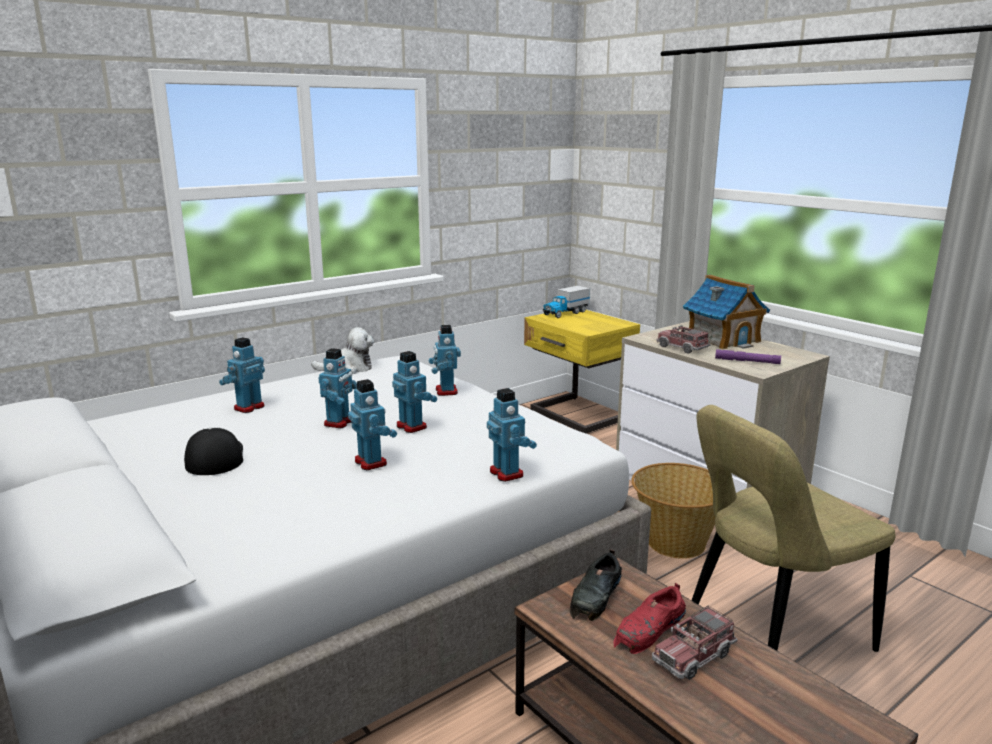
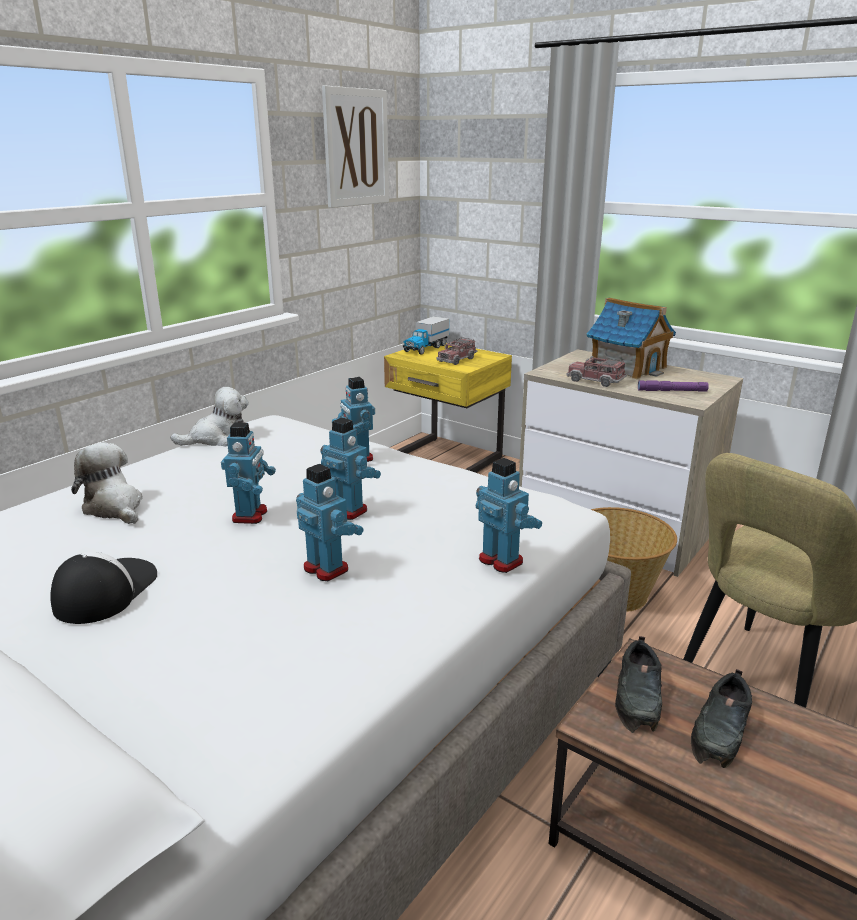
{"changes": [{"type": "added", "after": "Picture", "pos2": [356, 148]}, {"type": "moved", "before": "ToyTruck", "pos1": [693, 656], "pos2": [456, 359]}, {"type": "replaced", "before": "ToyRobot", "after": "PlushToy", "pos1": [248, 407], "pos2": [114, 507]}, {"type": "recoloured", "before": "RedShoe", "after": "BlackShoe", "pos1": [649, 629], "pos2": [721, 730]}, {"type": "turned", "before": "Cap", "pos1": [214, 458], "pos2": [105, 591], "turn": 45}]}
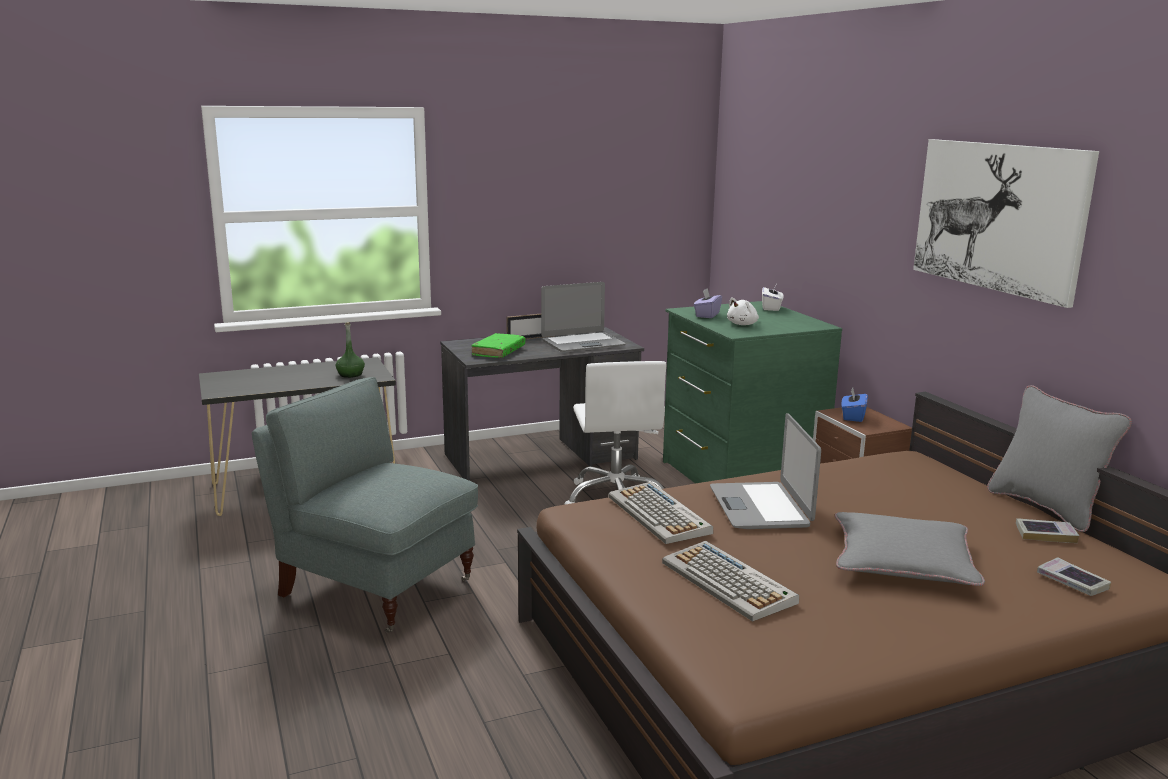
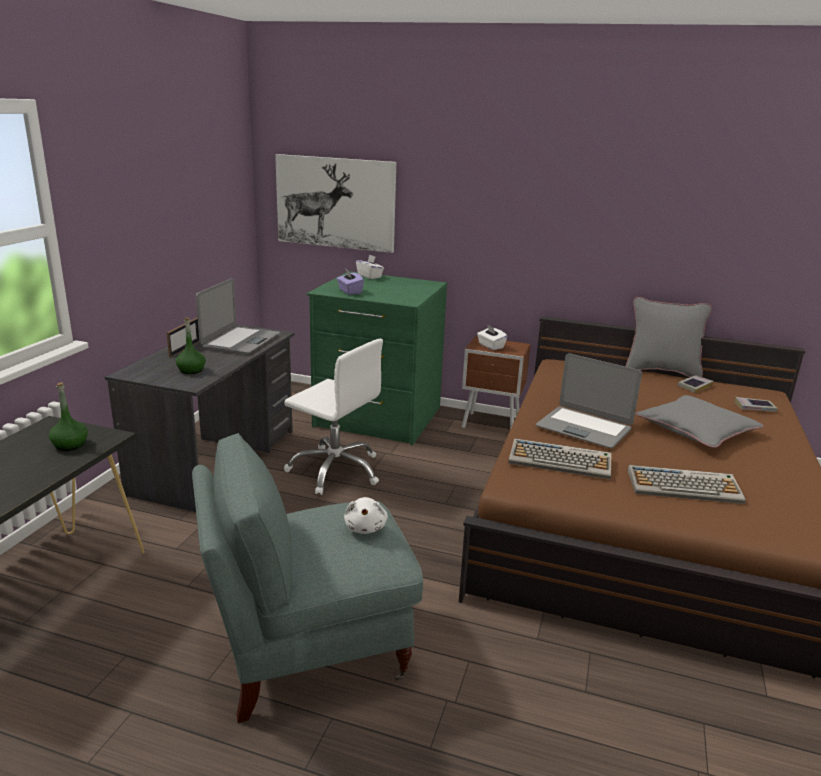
{"changes": [{"type": "moved", "before": "WhitePlushToy", "pos1": [743, 324], "pos2": [365, 527]}, {"type": "moved", "before": "Picture", "pos1": [998, 217], "pos2": [335, 203]}, {"type": "replaced", "before": "GreenBook", "after": "GreenBottle", "pos1": [498, 352], "pos2": [191, 370]}, {"type": "recoloured", "before": "BlueTissueBox", "after": "WhiteTissueBox", "pos1": [852, 416], "pos2": [490, 346]}]}
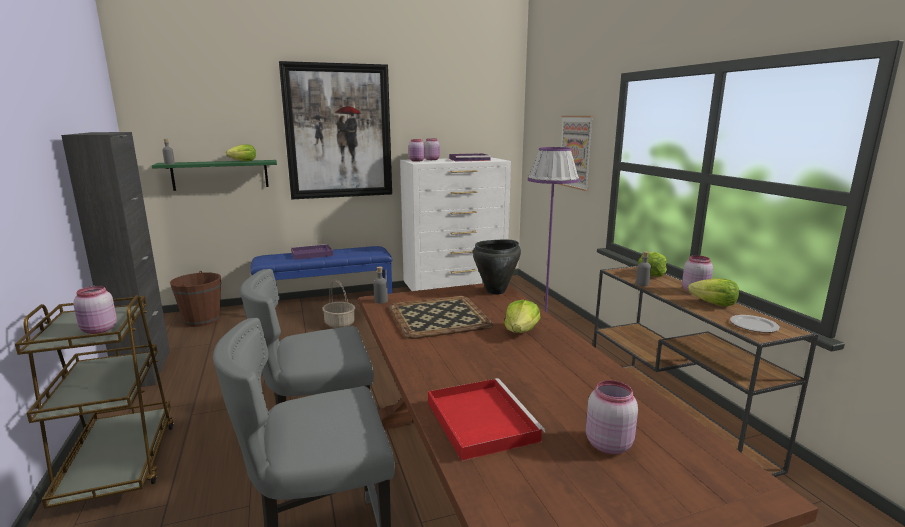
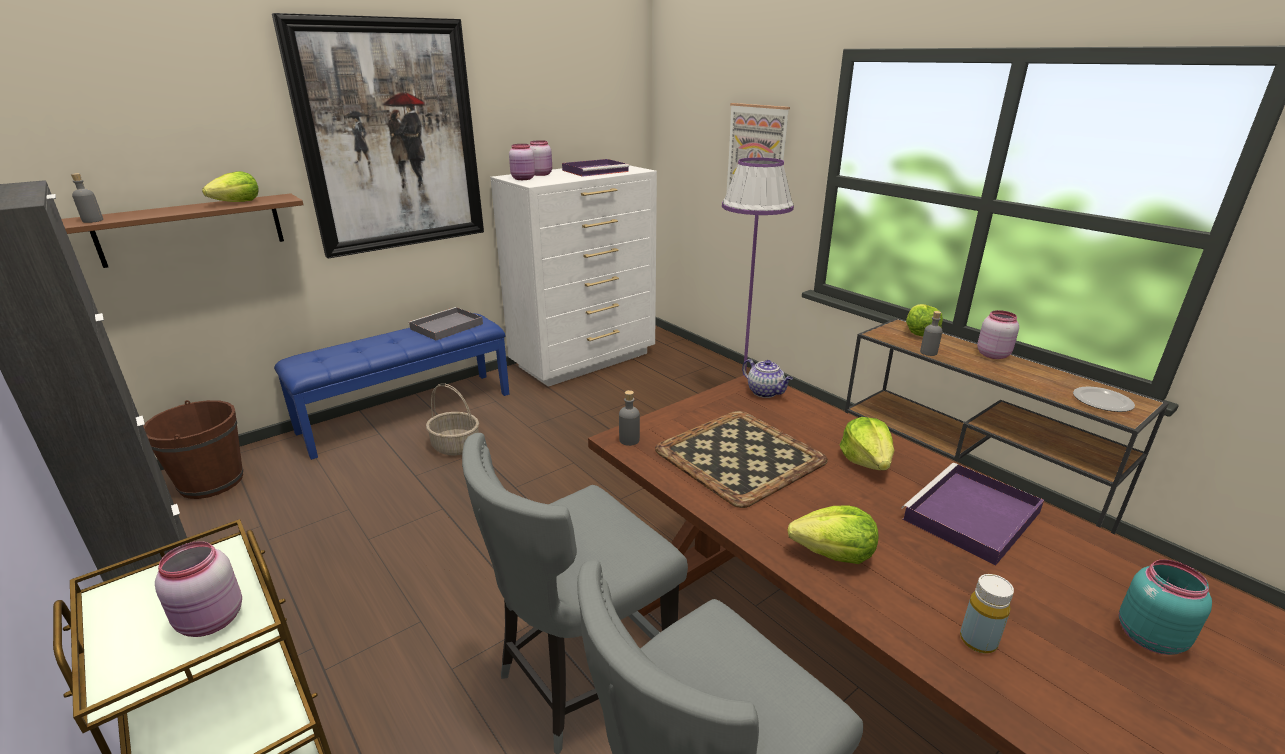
{"changes": [{"type": "added", "after": "GreyTray", "pos2": [445, 327]}, {"type": "moved", "before": "PurpleTray", "pos1": [311, 254], "pos2": [971, 517]}, {"type": "moved", "before": "Lettuce", "pos1": [714, 304], "pos2": [834, 554]}, {"type": "replaced", "before": "RedTray", "after": "YellowBottle", "pos1": [479, 420], "pos2": [978, 641]}, {"type": "replaced", "before": "BlackCookingPot", "after": "Teapot", "pos1": [496, 291], "pos2": [766, 392]}, {"type": "recoloured", "before": "GreenShelf", "after": "BrownShelf", "pos1": [220, 175], "pos2": [192, 229]}, {"type": "recoloured", "before": "PinkJar", "after": "TurquoiseJar", "pos1": [607, 443], "pos2": [1147, 636]}]}
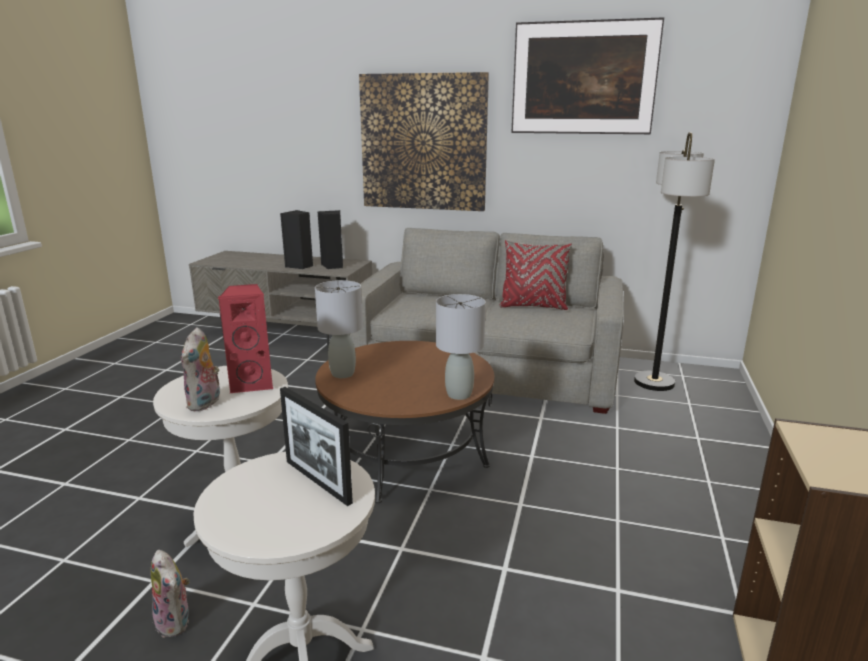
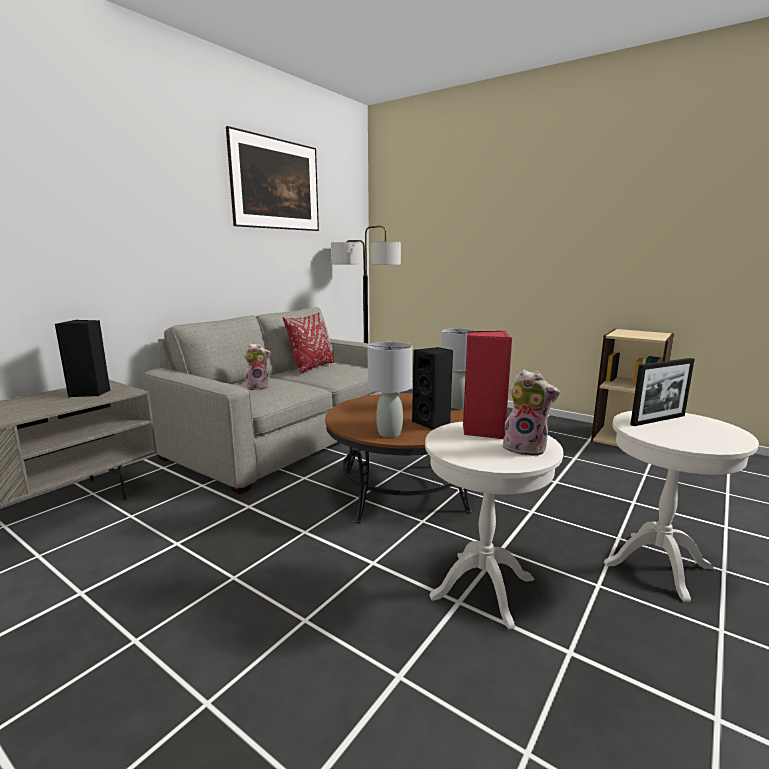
{"changes": [{"type": "removed", "before": "Picture", "pos1": [423, 143]}, {"type": "moved", "before": "PlushToy", "pos1": [176, 621], "pos2": [257, 387]}, {"type": "moved", "before": "BlackSpeaker", "pos1": [300, 266], "pos2": [433, 423]}]}
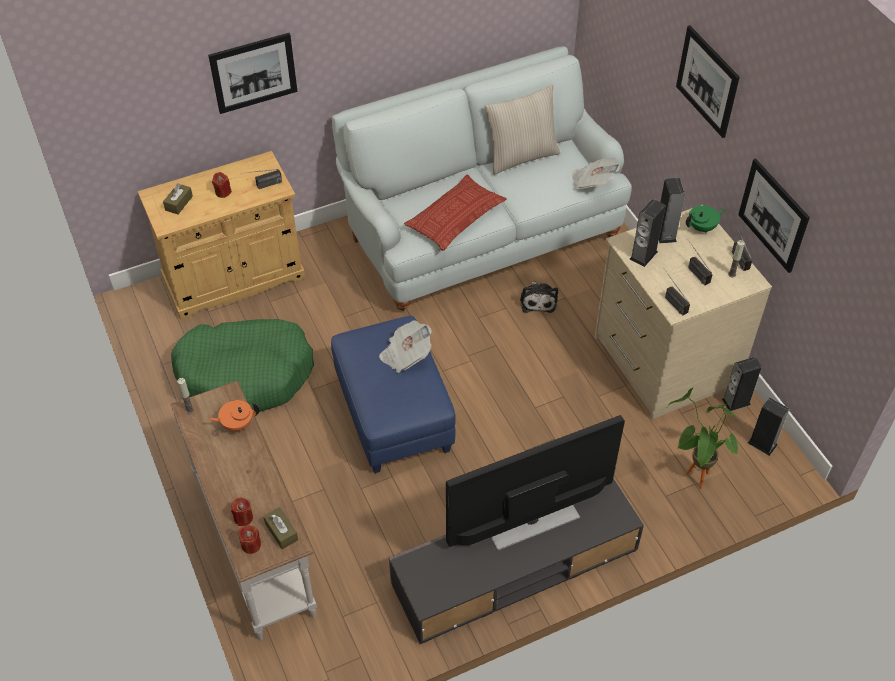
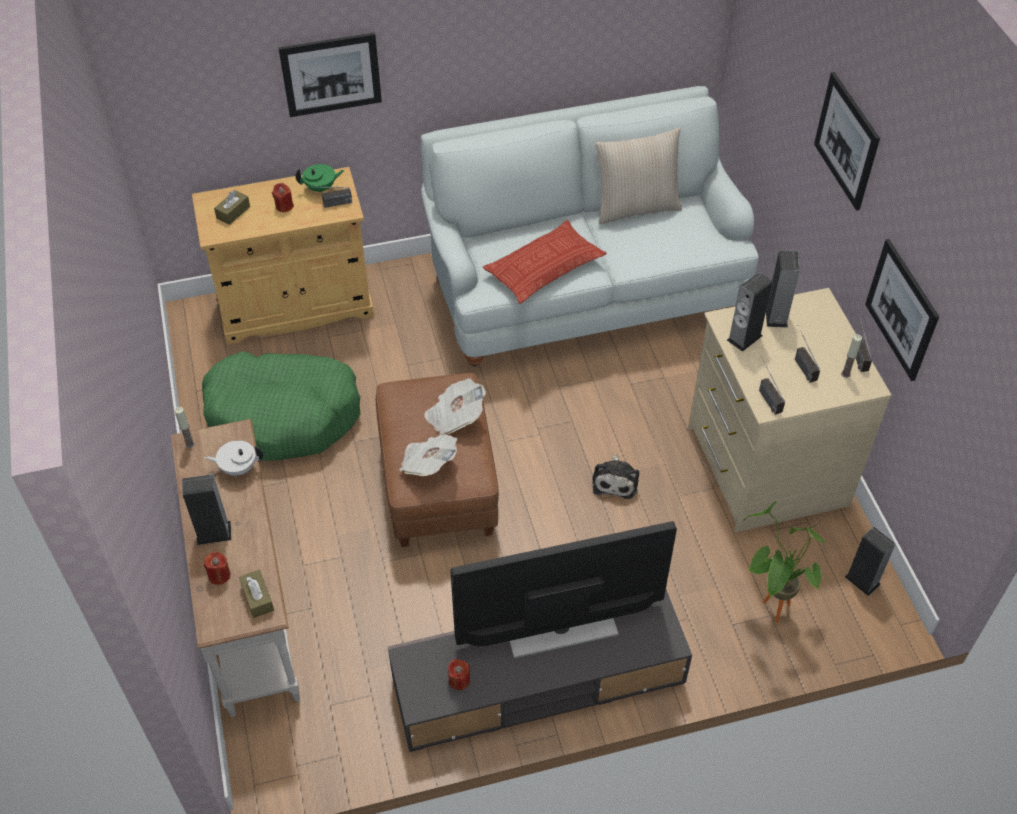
{"changes": [{"type": "moved", "before": "RedCandle", "pos1": [251, 545], "pos2": [459, 680]}, {"type": "moved", "before": "PlushToy", "pos1": [538, 300], "pos2": [615, 480]}, {"type": "moved", "before": "Newspaper", "pos1": [592, 182], "pos2": [428, 464]}, {"type": "moved", "before": "GreenTeapot", "pos1": [702, 227], "pos2": [321, 188]}, {"type": "moved", "before": "Speaker", "pos1": [736, 401], "pos2": [214, 533]}, {"type": "recoloured", "before": "OrangeTeapot", "after": "WhiteTeapot", "pos1": [237, 424], "pos2": [238, 467]}, {"type": "recoloured", "before": "BlueOttoman", "after": "BrownOttoman", "pos1": [393, 415], "pos2": [437, 484]}]}
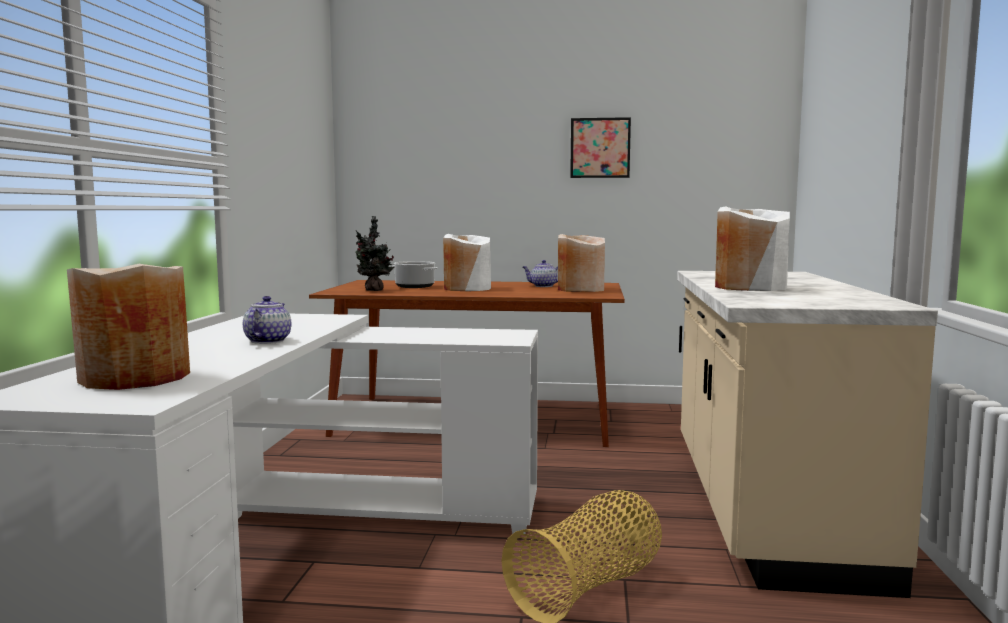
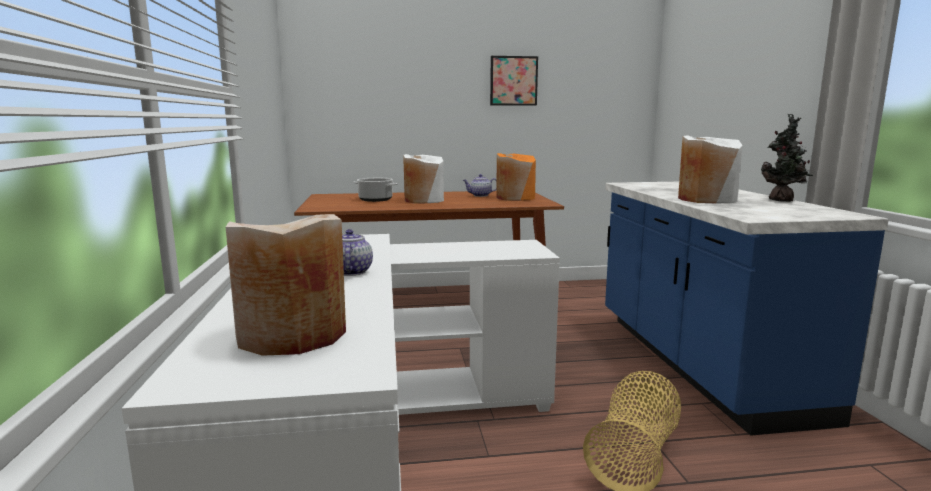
{"changes": [{"type": "moved", "before": "PottedPlant", "pos1": [373, 290], "pos2": [783, 201]}, {"type": "recoloured", "before": "BeigeVase", "after": "OrangeVase", "pos1": [580, 289], "pos2": [515, 198]}, {"type": "recoloured", "before": "BeigeCounter", "after": "BlueCounter", "pos1": [764, 508], "pos2": [698, 363]}]}
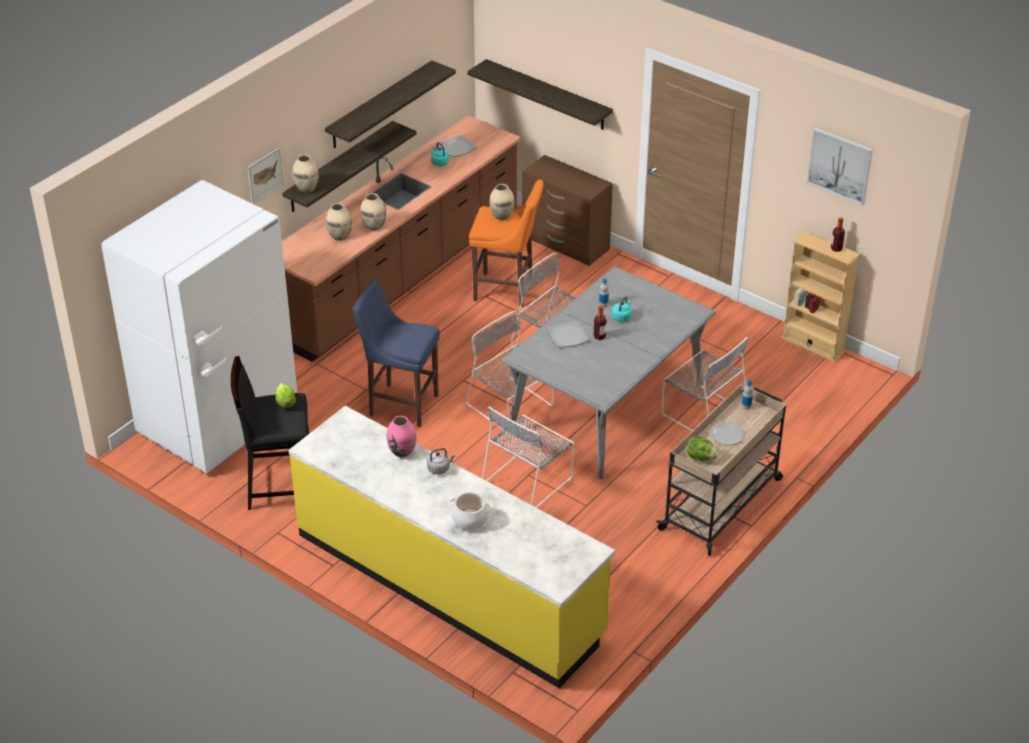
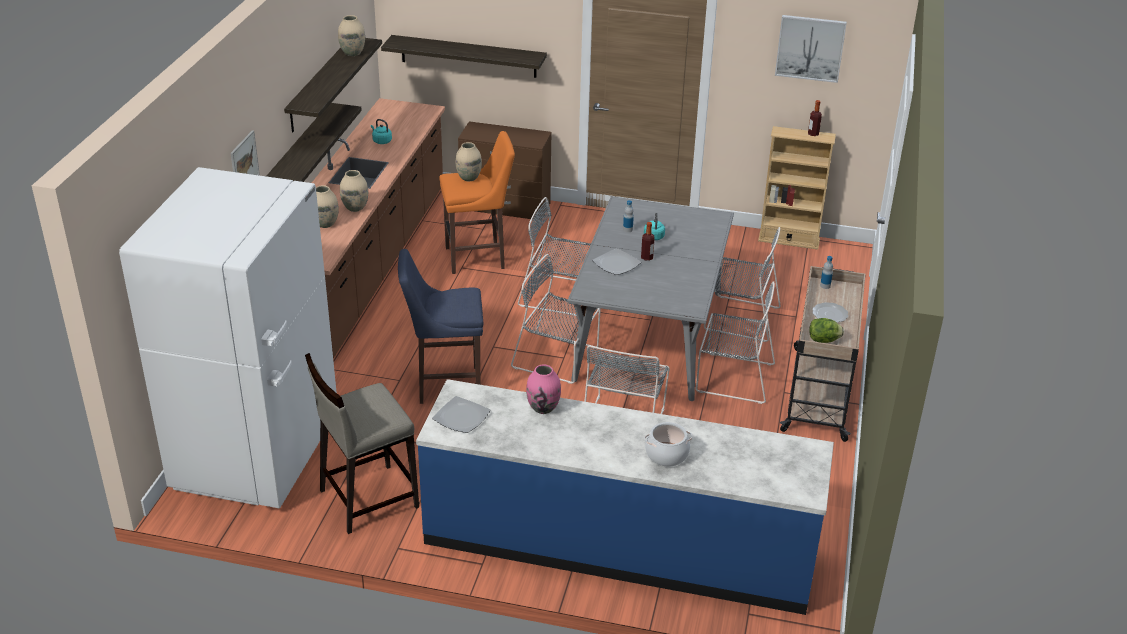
{"changes": [{"type": "removed", "before": "Lettuce", "pos1": [285, 403]}, {"type": "removed", "before": "GreyKettle", "pos1": [439, 468]}, {"type": "added", "after": "GreyChair", "pos2": [732, 377]}, {"type": "moved", "before": "BeigeVase", "pos1": [306, 188], "pos2": [352, 53]}, {"type": "moved", "before": "Plate", "pos1": [456, 148], "pos2": [461, 417]}, {"type": "recoloured", "before": "BlackStool", "after": "BeigeStool", "pos1": [279, 485], "pos2": [367, 498]}, {"type": "recoloured", "before": "YellowCounter", "after": "BlueCounter", "pos1": [449, 584], "pos2": [619, 545]}]}
